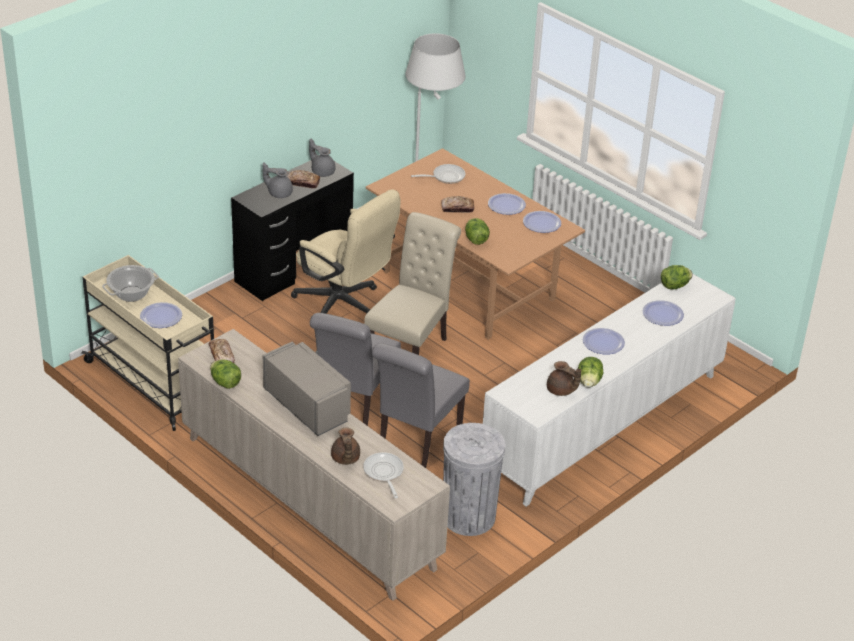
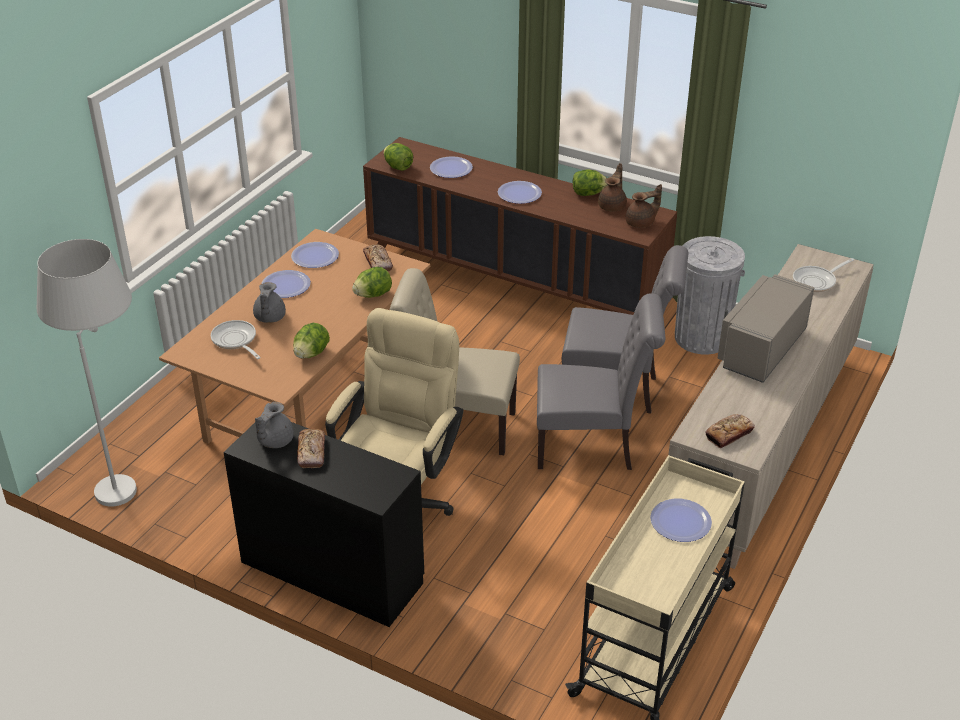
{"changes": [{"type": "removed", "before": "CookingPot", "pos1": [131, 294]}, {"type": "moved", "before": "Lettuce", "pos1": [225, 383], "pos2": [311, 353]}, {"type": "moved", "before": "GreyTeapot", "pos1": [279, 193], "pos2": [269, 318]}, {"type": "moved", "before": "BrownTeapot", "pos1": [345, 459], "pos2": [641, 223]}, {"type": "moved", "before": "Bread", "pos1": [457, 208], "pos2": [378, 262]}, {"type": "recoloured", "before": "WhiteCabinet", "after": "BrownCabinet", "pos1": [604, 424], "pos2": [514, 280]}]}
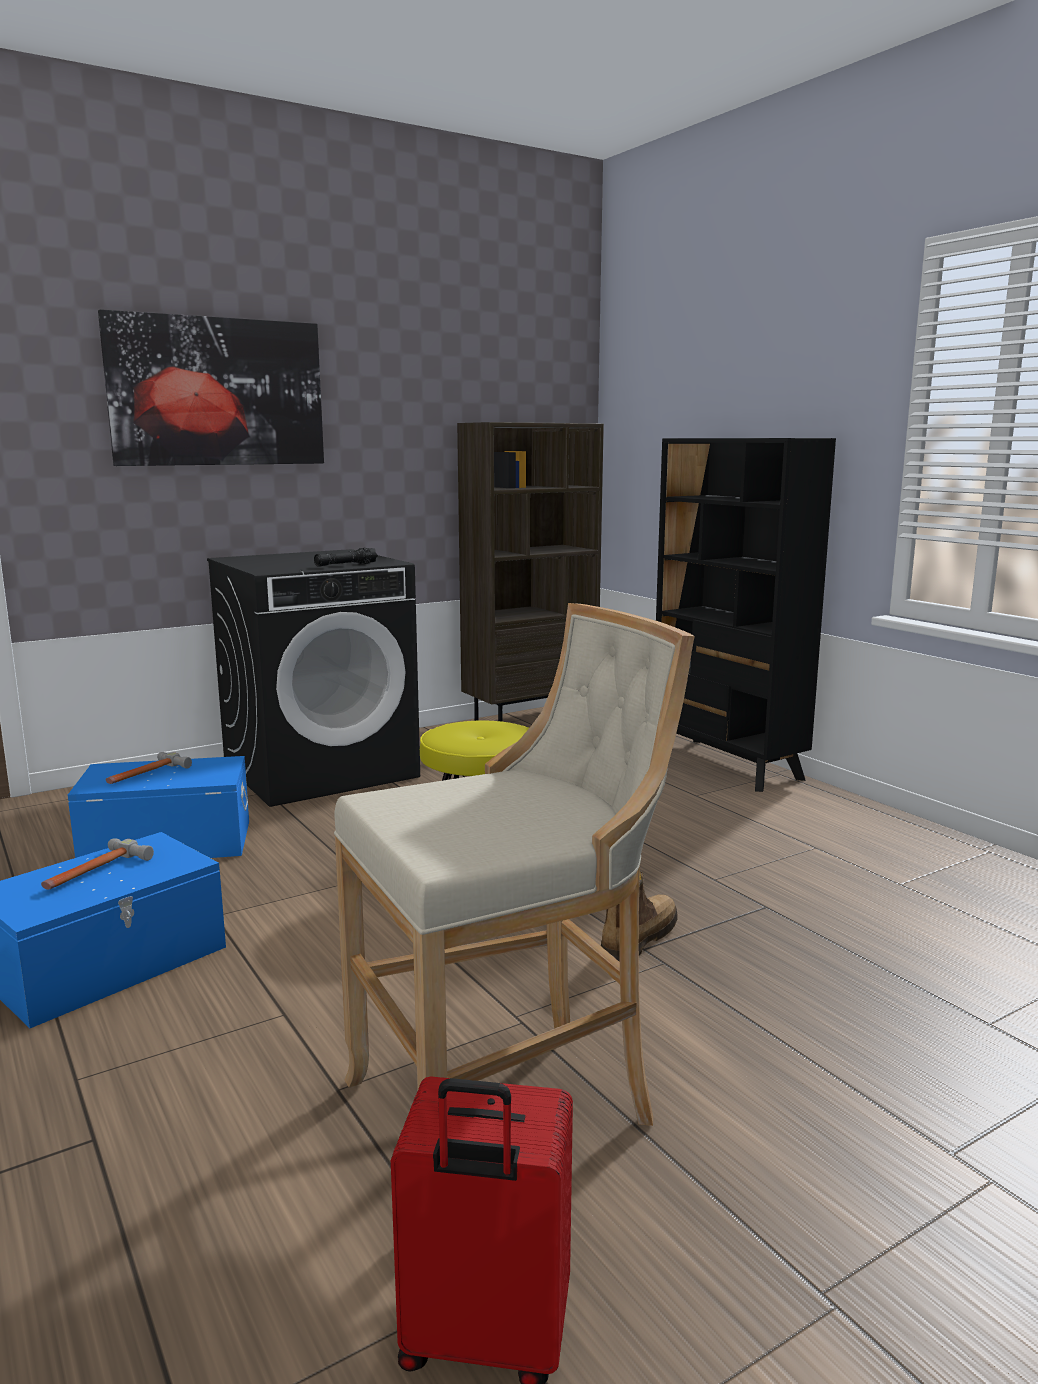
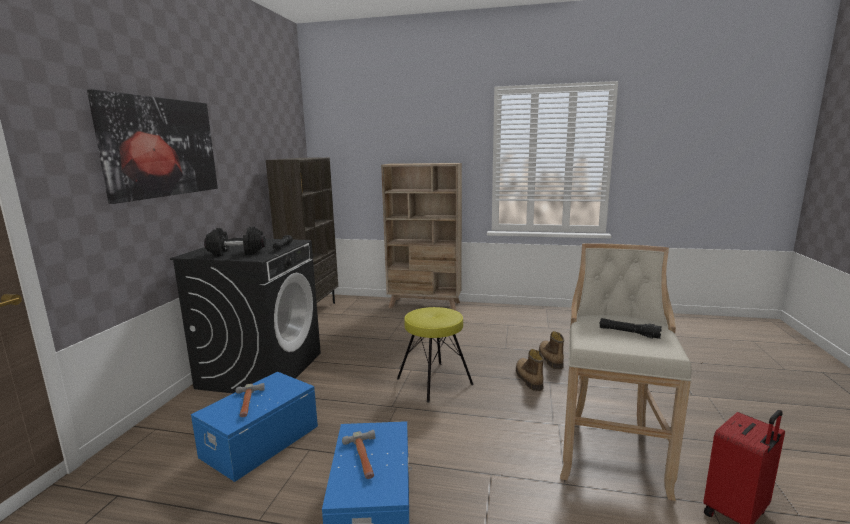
{"changes": [{"type": "added", "after": "BlackDumbbell", "pos2": [236, 253]}, {"type": "added", "after": "Boot", "pos2": [550, 359]}, {"type": "added", "after": "BlackFlashlight", "pos2": [628, 333]}, {"type": "recoloured", "before": "BlackBookcase", "after": "BeigeBookcase", "pos1": [726, 764], "pos2": [425, 305]}]}
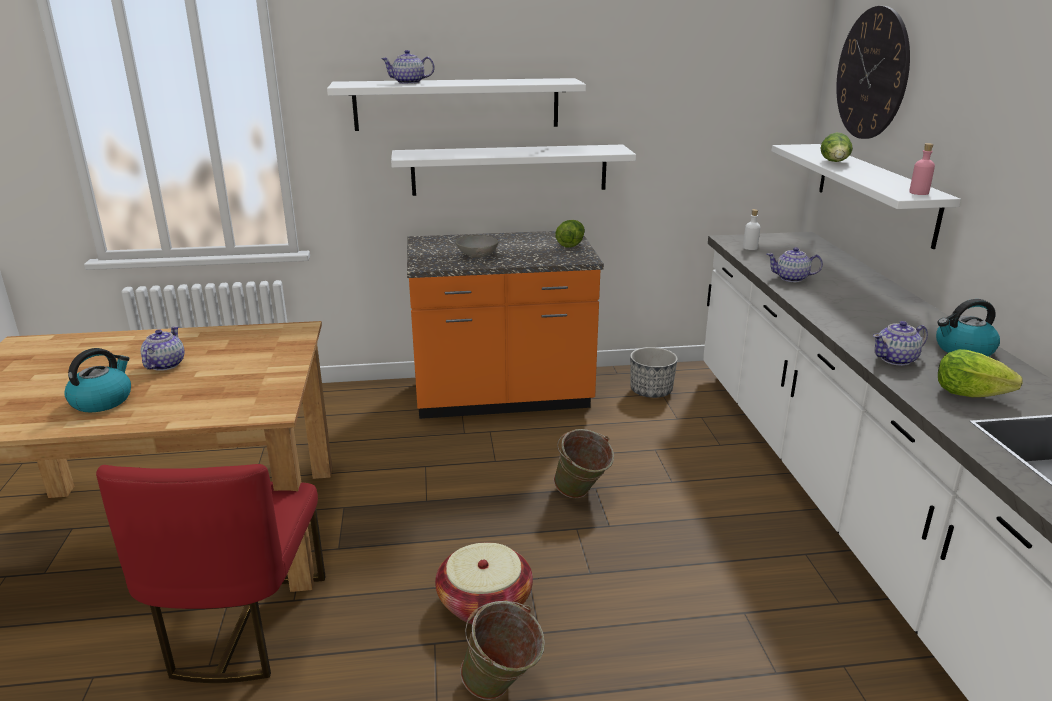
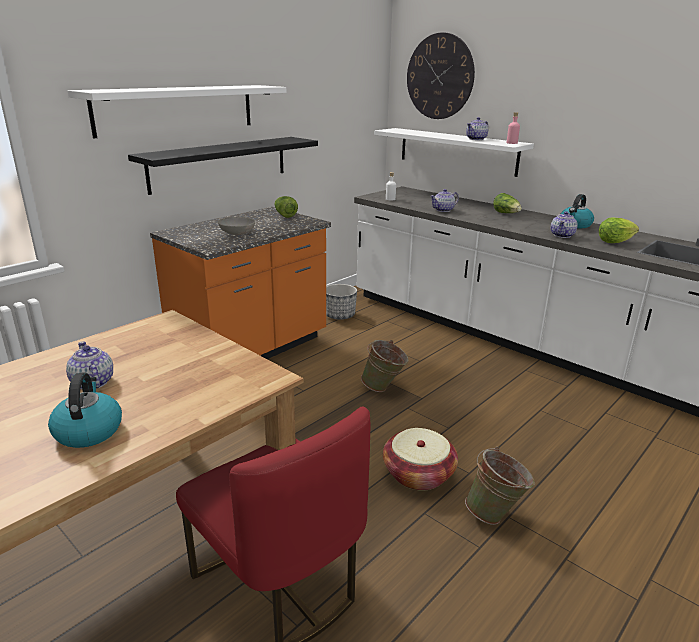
{"changes": [{"type": "moved", "before": "Teapot", "pos1": [409, 83], "pos2": [476, 139]}, {"type": "moved", "before": "Lettuce", "pos1": [835, 163], "pos2": [506, 214]}, {"type": "recoloured", "before": "WhiteShelf", "after": "BlackShelf", "pos1": [509, 170], "pos2": [220, 163]}]}
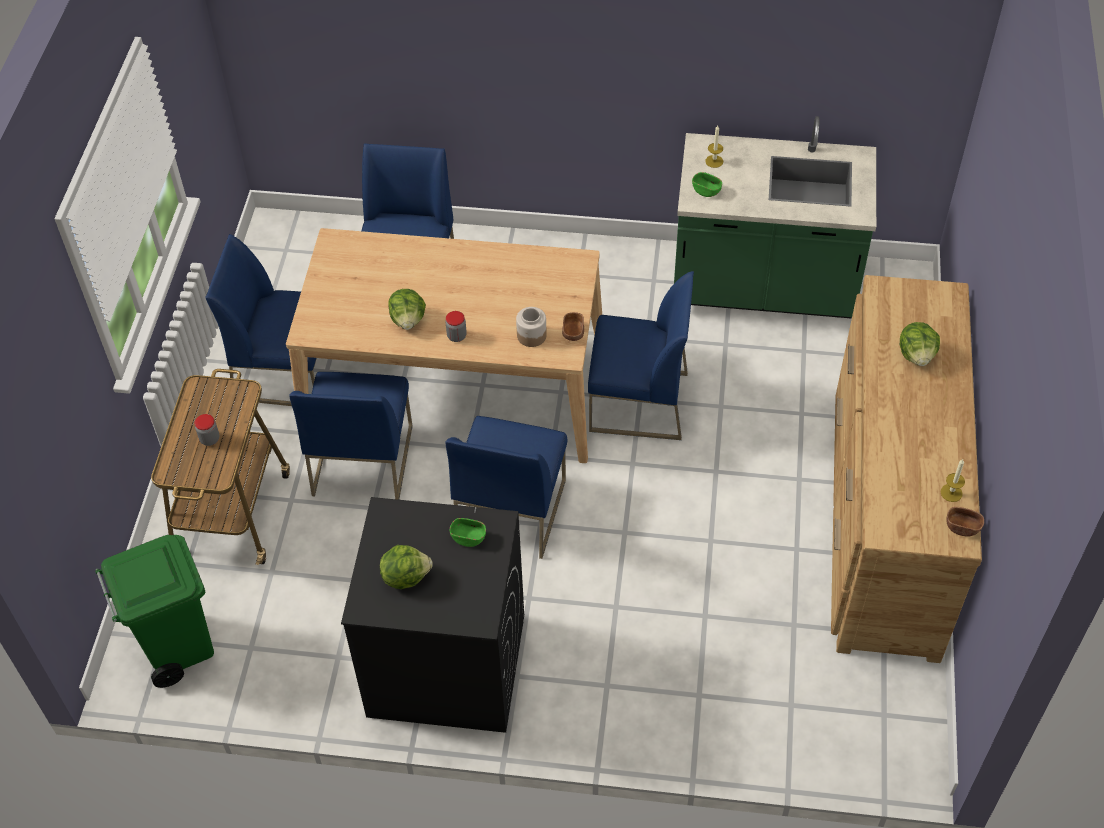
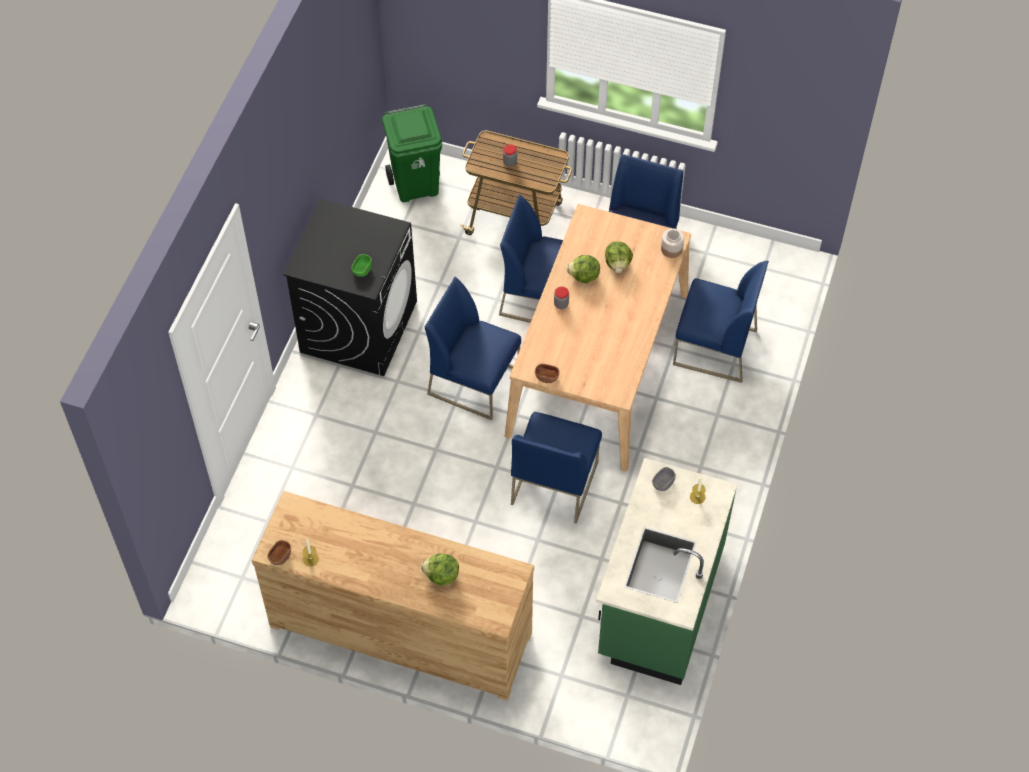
{"changes": [{"type": "moved", "before": "Lettuce", "pos1": [405, 576], "pos2": [618, 264]}, {"type": "moved", "before": "Jar", "pos1": [531, 335], "pos2": [671, 249]}, {"type": "recoloured", "before": "GreenBowl", "after": "GreyBowl", "pos1": [706, 191], "pos2": [663, 483]}]}
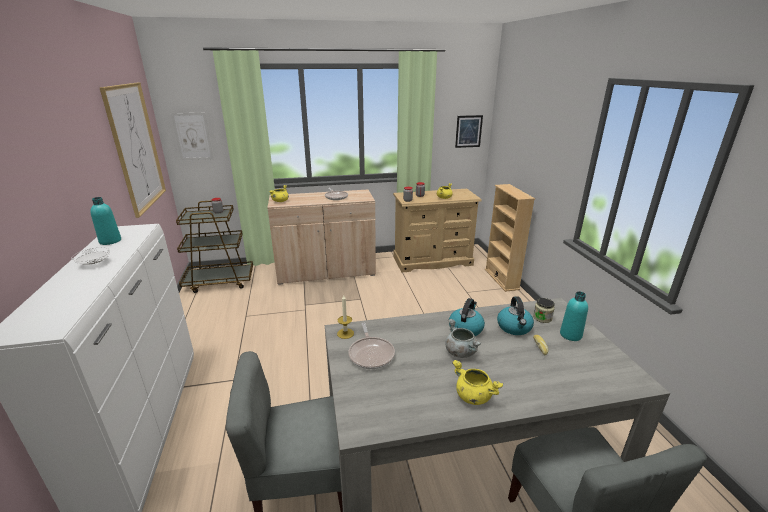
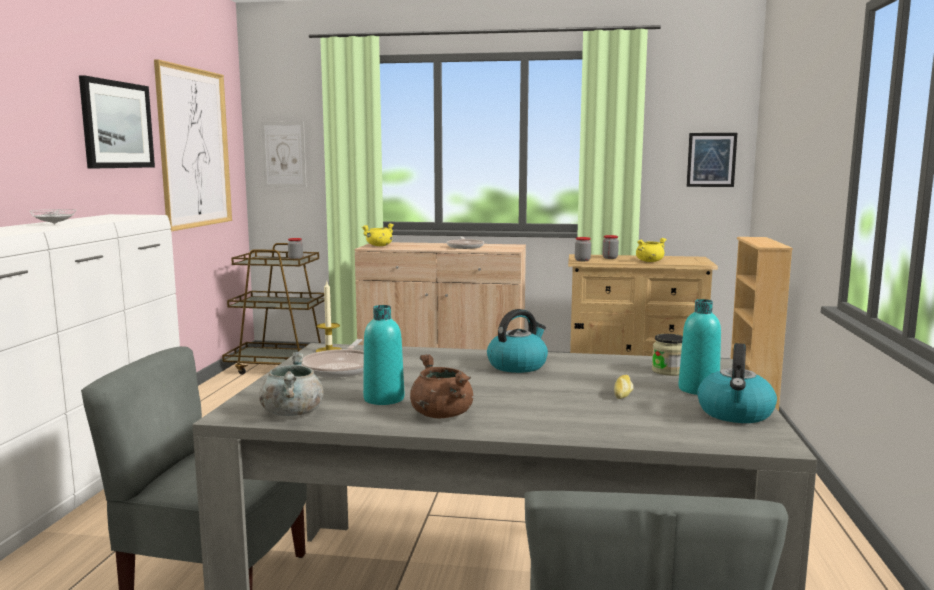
{"changes": [{"type": "added", "after": "Picture", "pos2": [117, 125]}, {"type": "moved", "before": "TurquoiseBottle", "pos1": [110, 241], "pos2": [384, 399]}, {"type": "moved", "before": "GreyCookingPot", "pos1": [460, 352], "pos2": [292, 412]}, {"type": "moved", "before": "Kettle", "pos1": [514, 327], "pos2": [735, 413]}, {"type": "recoloured", "before": "YellowCookingPot", "after": "BrownCookingPot", "pos1": [473, 396], "pos2": [441, 414]}]}
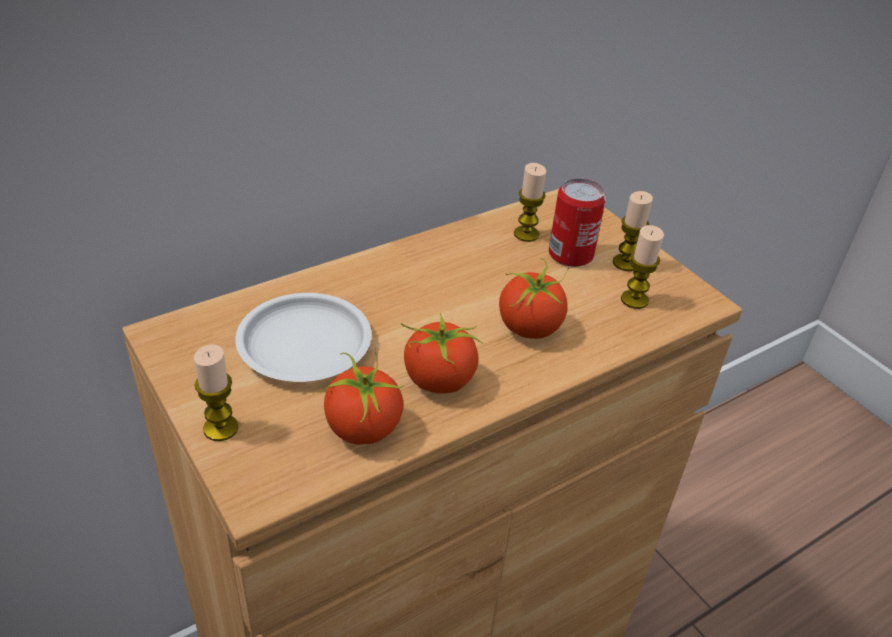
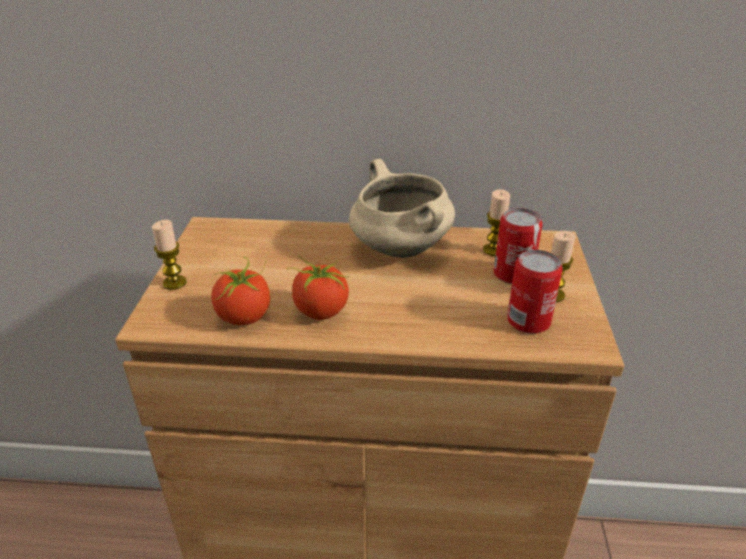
{"changes": [{"type": "removed", "before": "WhitePlate", "pos1": [305, 344]}, {"type": "removed", "before": "Tomato", "pos1": [529, 327]}, {"type": "added", "after": "BeigeCookingPot", "pos2": [398, 248]}, {"type": "replaced", "before": "Candle", "after": "Can", "pos1": [634, 300], "pos2": [528, 321]}]}
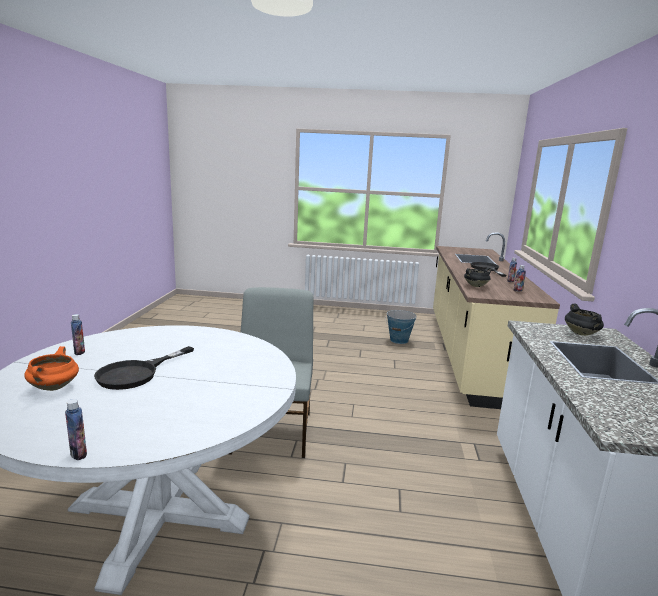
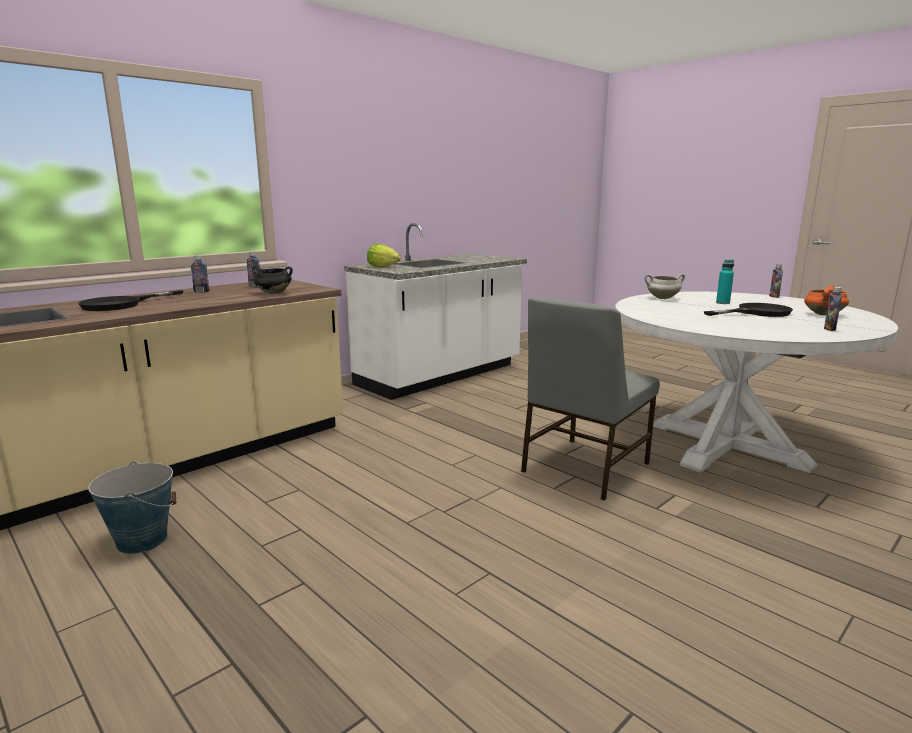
{"changes": [{"type": "added", "after": "WhiteCookingPot", "pos2": [662, 298]}, {"type": "added", "after": "TurquoiseBottle", "pos2": [722, 303]}, {"type": "replaced", "before": "BlackCookingPot", "after": "Lettuce", "pos1": [582, 334], "pos2": [383, 266]}]}
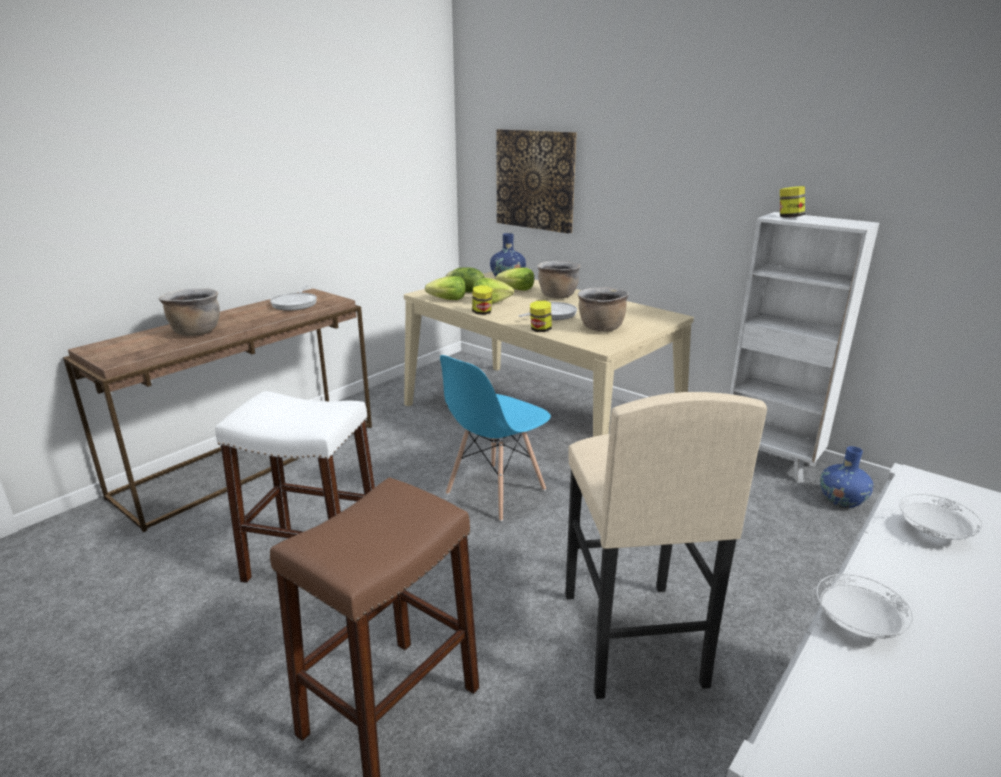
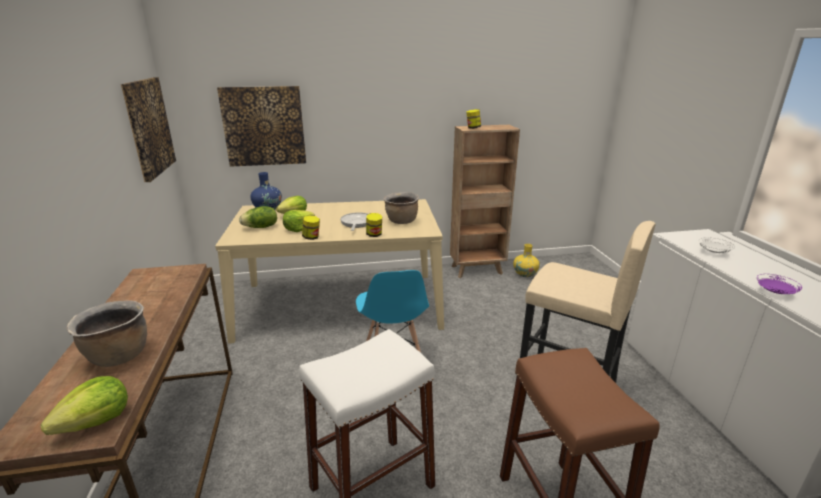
{"changes": [{"type": "removed", "before": "FryingPan", "pos1": [295, 303]}, {"type": "removed", "before": "BrownCookingPot", "pos1": [557, 296]}, {"type": "added", "after": "Picture", "pos2": [149, 127]}, {"type": "moved", "before": "Lettuce", "pos1": [448, 299], "pos2": [96, 421]}, {"type": "recoloured", "before": "WhiteBookcase", "after": "BrownBookcase", "pos1": [771, 462], "pos2": [477, 270]}, {"type": "recoloured", "before": "WhitePlate", "after": "PurplePlate", "pos1": [857, 624], "pos2": [774, 292]}, {"type": "recoloured", "before": "BlueVase", "after": "YellowVase", "pos1": [841, 500], "pos2": [525, 274]}]}
